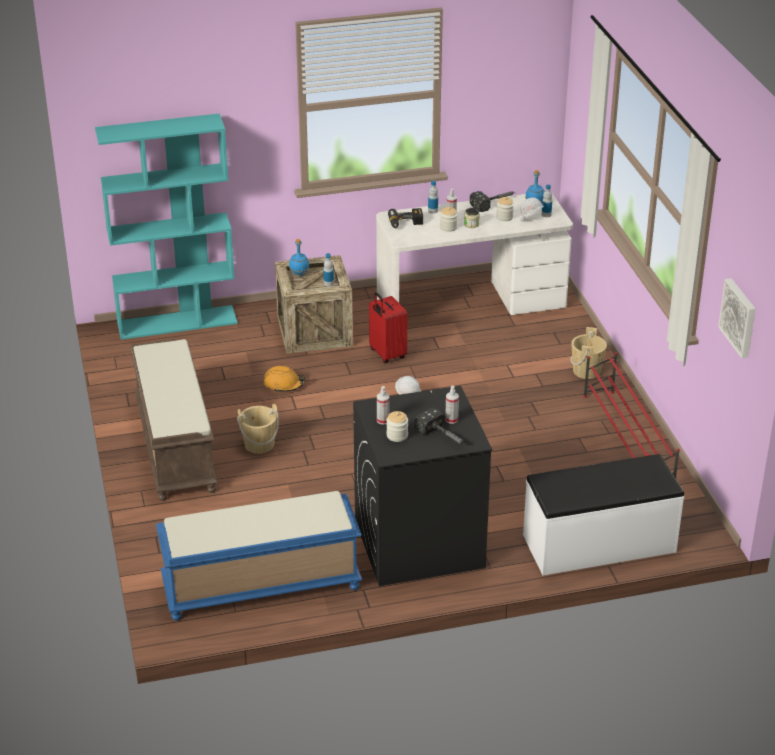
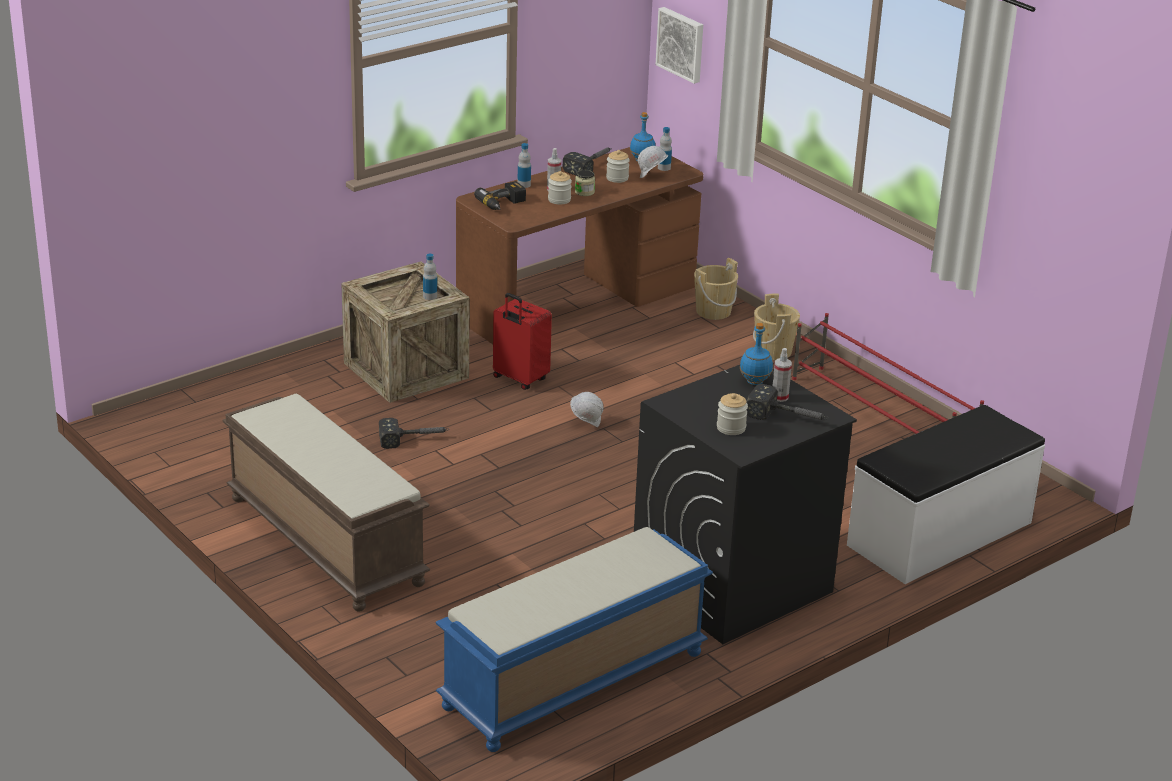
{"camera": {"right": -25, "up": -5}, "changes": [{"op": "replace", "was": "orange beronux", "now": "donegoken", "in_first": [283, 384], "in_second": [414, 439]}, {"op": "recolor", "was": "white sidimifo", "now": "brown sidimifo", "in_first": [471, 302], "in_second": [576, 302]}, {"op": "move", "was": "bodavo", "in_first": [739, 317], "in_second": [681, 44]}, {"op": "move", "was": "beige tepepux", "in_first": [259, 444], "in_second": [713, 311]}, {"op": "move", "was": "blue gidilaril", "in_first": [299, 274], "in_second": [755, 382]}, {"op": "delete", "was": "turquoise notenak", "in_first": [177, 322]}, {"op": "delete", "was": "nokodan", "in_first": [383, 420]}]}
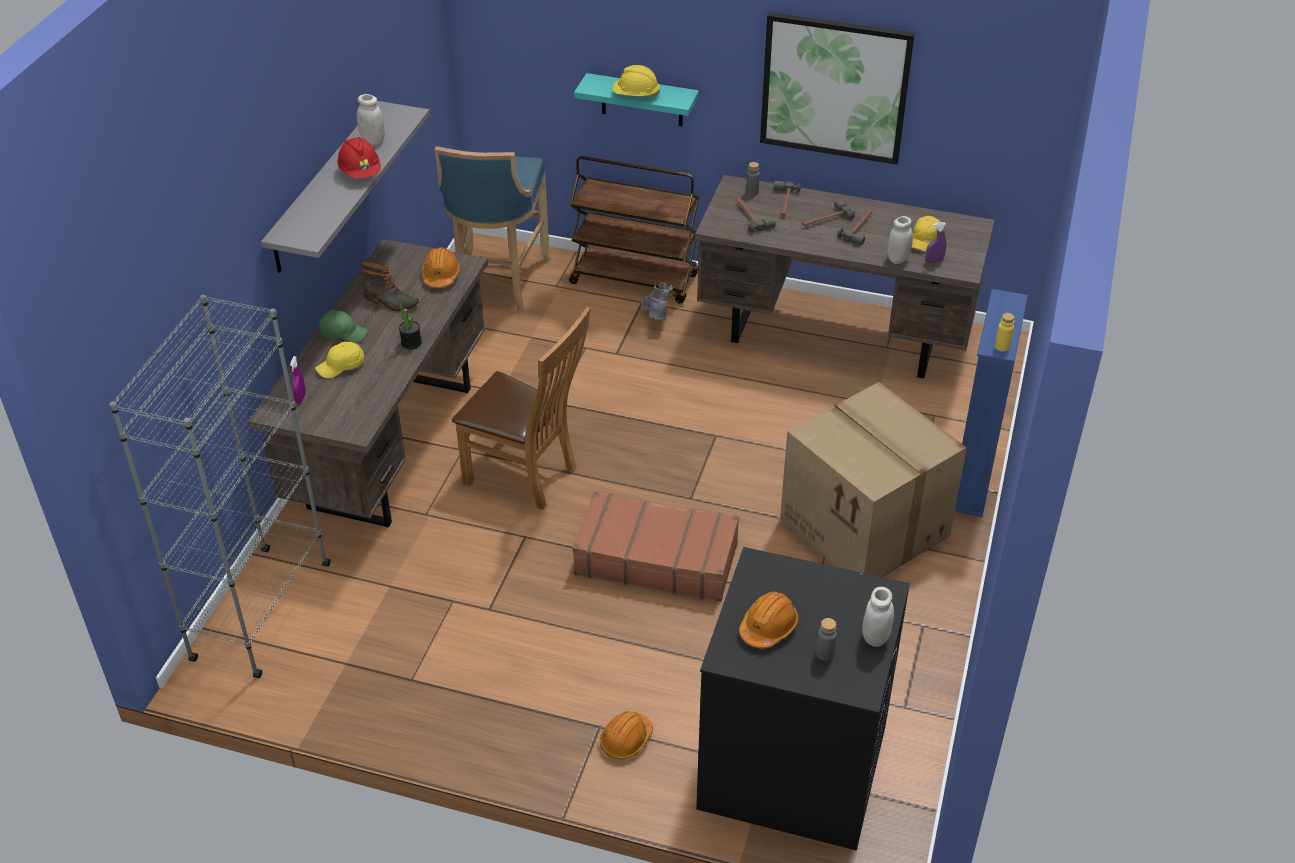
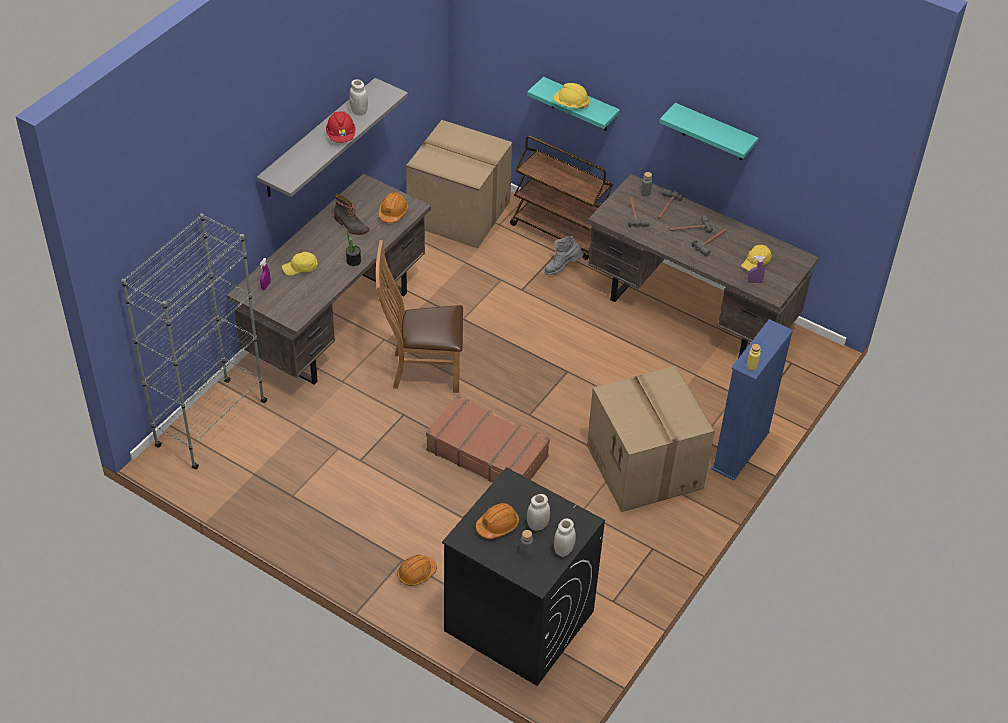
{"camera": {"right": 15, "up": 5}, "changes": [{"op": "rotate", "was": "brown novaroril", "in_first": [527, 476], "in_second": [421, 370], "clockwise": 135}, {"op": "replace", "was": "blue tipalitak", "now": "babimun", "in_first": [498, 284], "in_second": [457, 213]}, {"op": "move", "was": "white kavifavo", "in_first": [898, 259], "in_second": [537, 525]}, {"op": "rotate", "was": "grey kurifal", "in_first": [655, 318], "in_second": [562, 268], "clockwise": -120}, {"op": "replace", "was": "bodavo", "now": "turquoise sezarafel", "in_first": [835, 88], "in_second": [714, 133]}, {"op": "delete", "was": "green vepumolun", "in_first": [343, 333]}]}
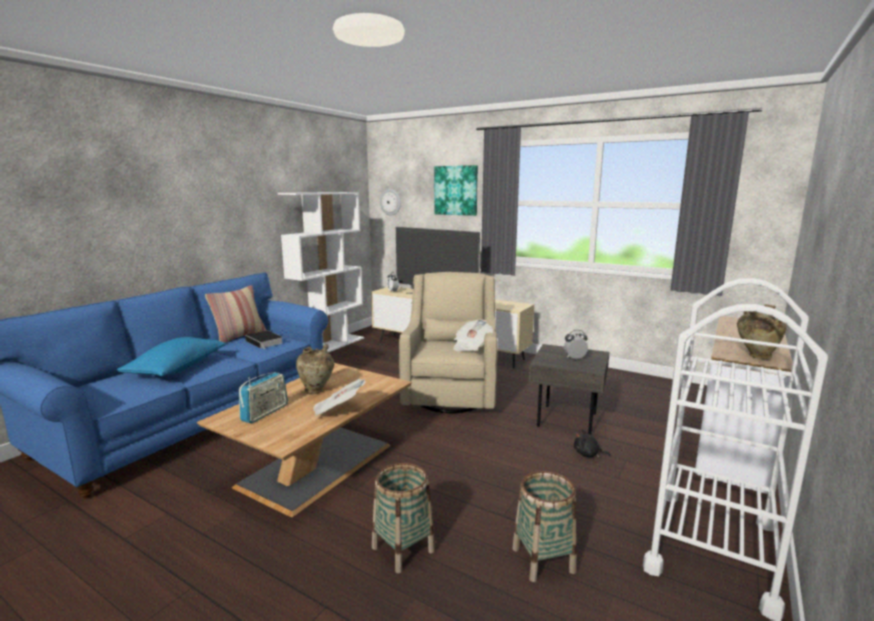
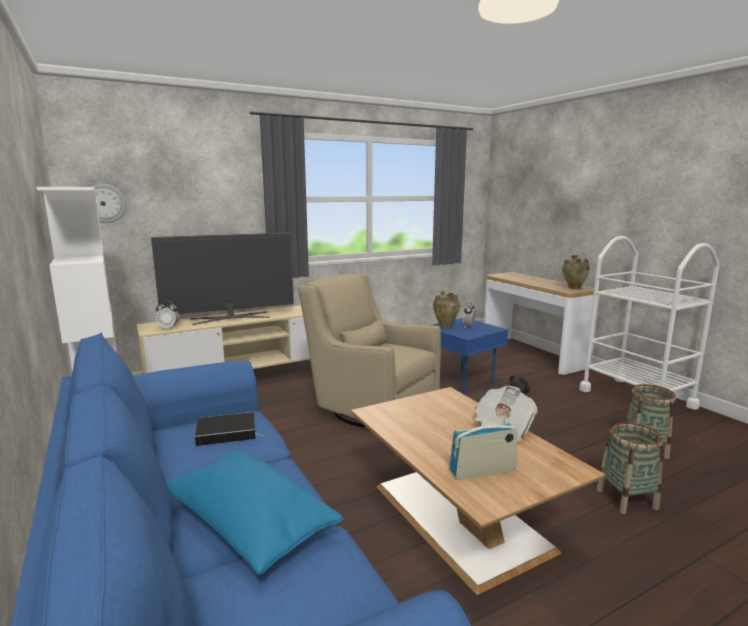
{"camera": {"right": -60, "up": 0}, "changes": [{"op": "recolor", "was": "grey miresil", "now": "blue miresil", "in_first": [565, 420], "in_second": [462, 382]}, {"op": "move", "was": "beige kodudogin", "in_first": [316, 391], "in_second": [445, 326]}, {"op": "rotate", "was": "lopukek", "in_first": [265, 413], "in_second": [483, 471], "clockwise": -75}, {"op": "delete", "was": "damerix", "in_first": [239, 336]}, {"op": "delete", "was": "bodavo", "in_first": [456, 190]}, {"op": "delete", "was": "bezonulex", "in_first": [471, 346]}]}
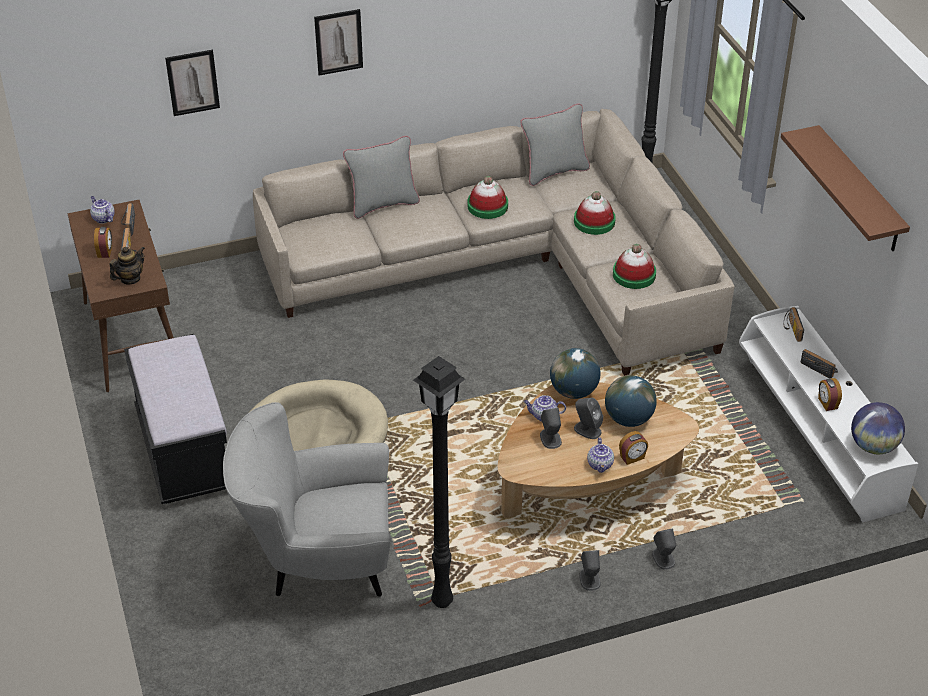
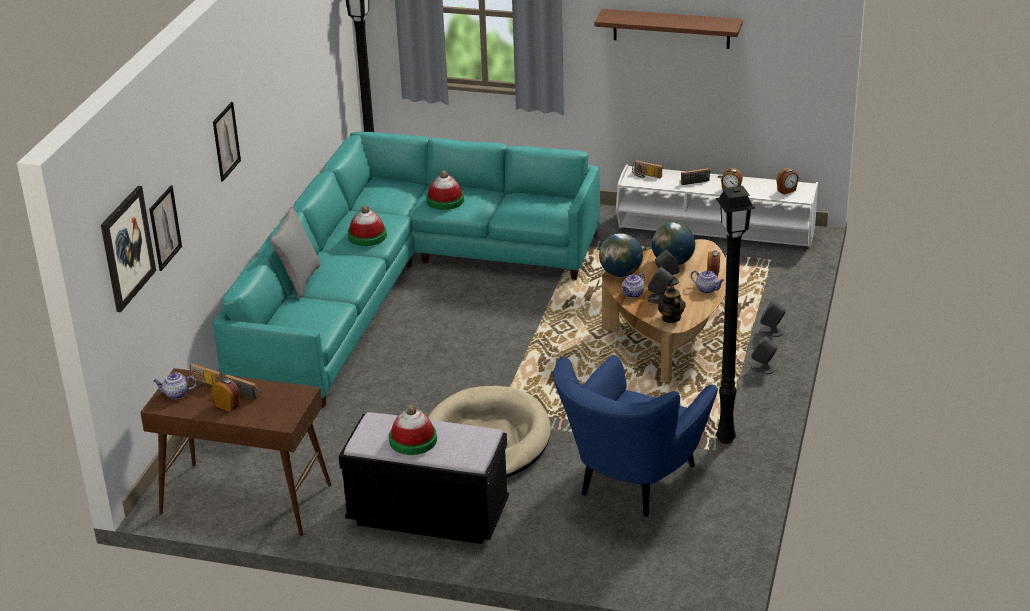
{"camera": {"right": -55, "up": -10}, "changes": [{"op": "insert", "now": "bodavo", "in_second": [127, 248]}, {"op": "recolor", "was": "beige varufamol", "now": "turquoise varufamol", "in_first": [510, 267], "in_second": [397, 283]}, {"op": "move", "was": "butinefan", "in_first": [634, 275], "in_second": [413, 440]}, {"op": "recolor", "was": "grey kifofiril", "now": "blue kifofiril", "in_first": [318, 564], "in_second": [632, 484]}, {"op": "move", "was": "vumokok", "in_first": [130, 279], "in_second": [671, 318]}, {"op": "replace", "was": "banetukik", "now": "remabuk", "in_first": [873, 446], "in_second": [787, 191]}, {"op": "delete", "was": "grey damerix", "in_first": [554, 171]}]}
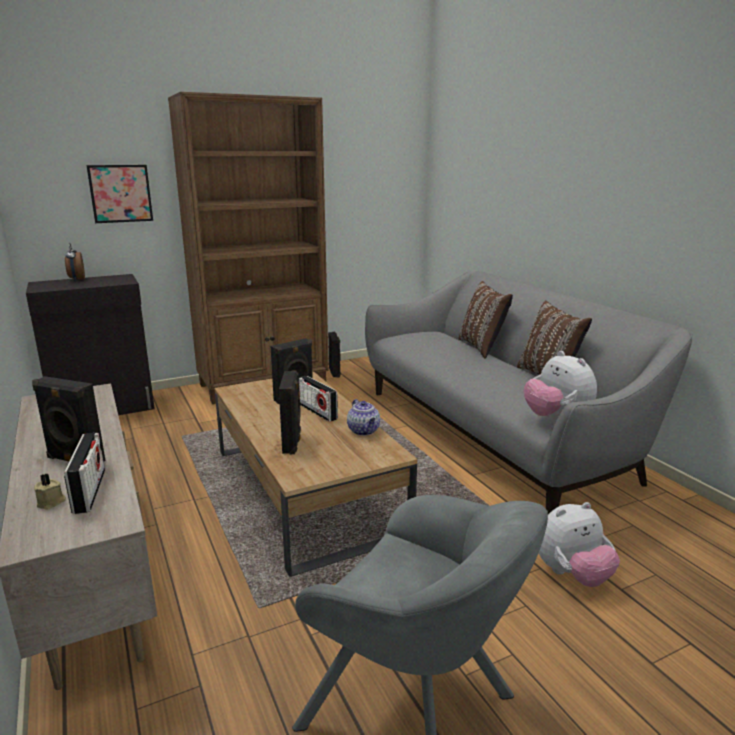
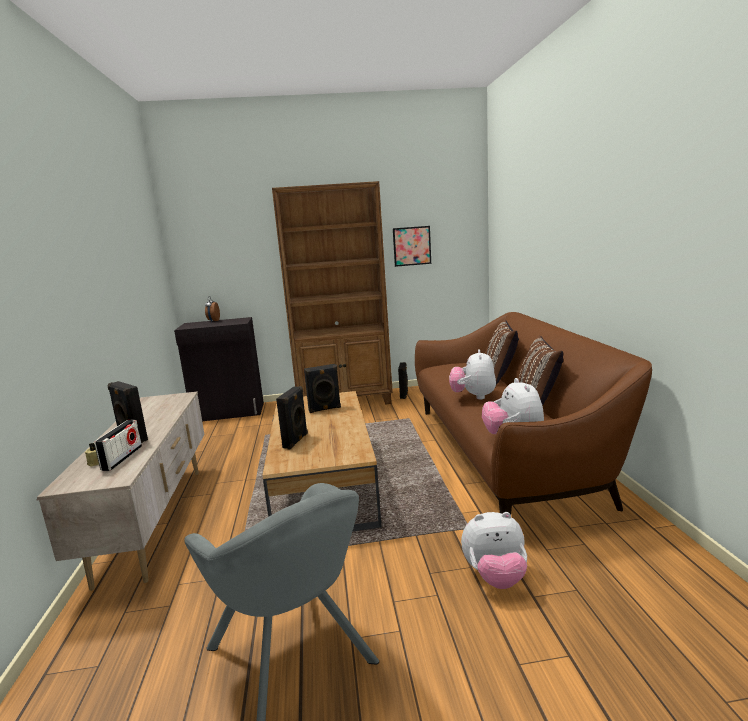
{"camera": {"right": 20, "up": -5}, "changes": [{"op": "move", "was": "bodavo", "in_first": [120, 193], "in_second": [412, 246]}, {"op": "recolor", "was": "grey varufamol", "now": "brown varufamol", "in_first": [495, 433], "in_second": [506, 452]}, {"op": "insert", "now": "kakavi", "in_second": [473, 396]}, {"op": "delete", "was": "lopukek", "in_first": [318, 412]}, {"op": "delete", "was": "vumokok", "in_first": [364, 431]}]}
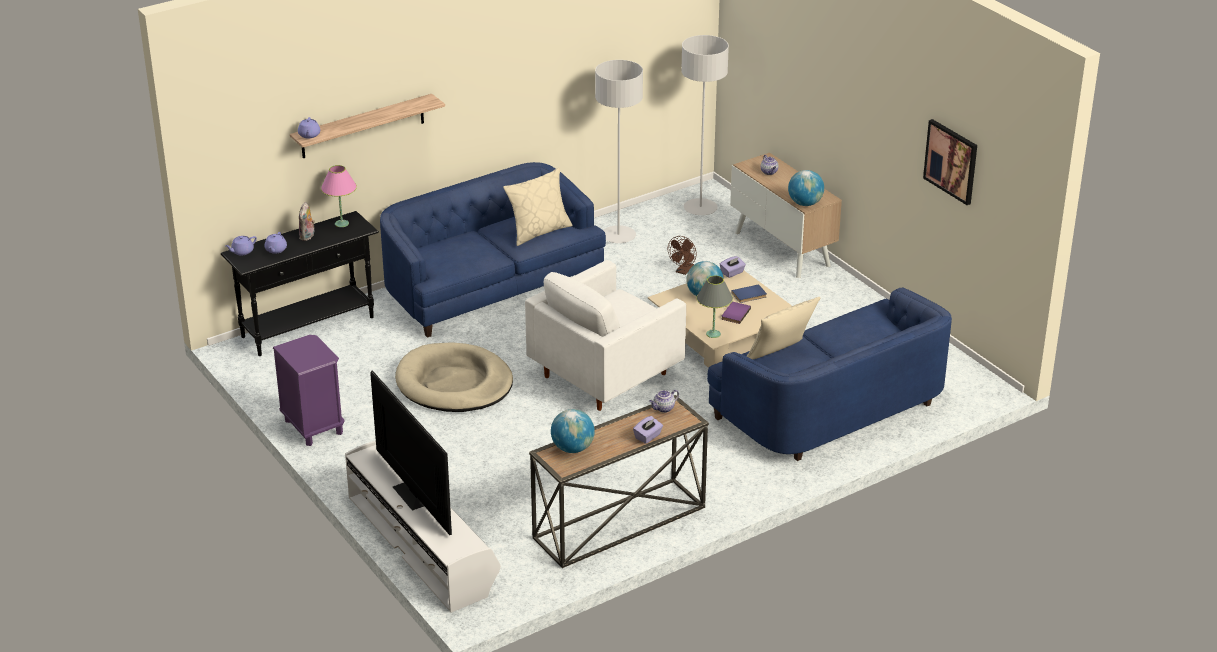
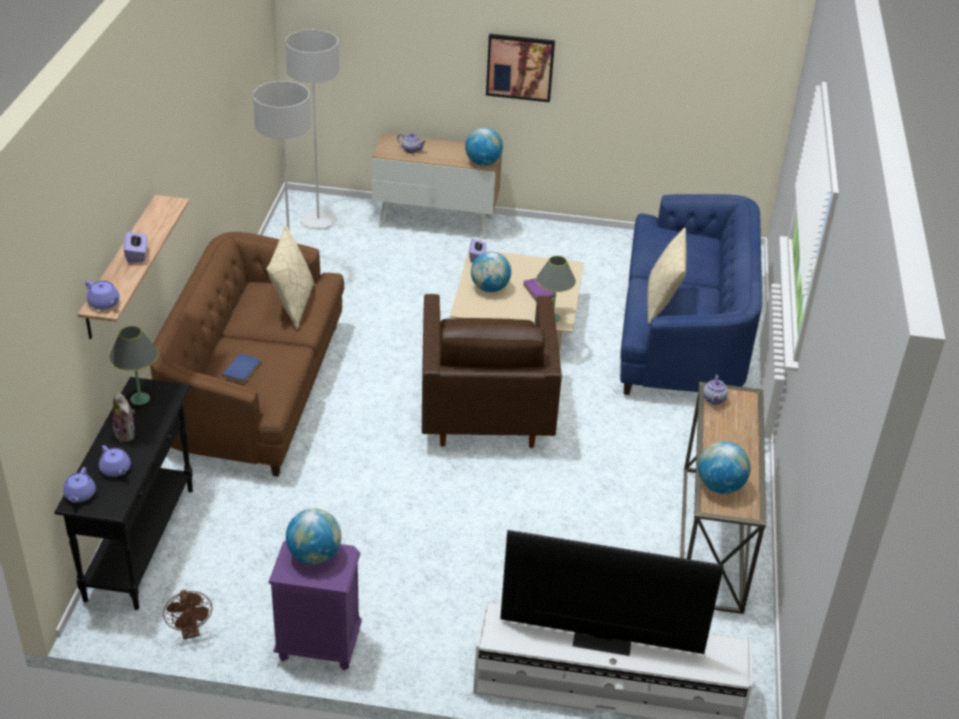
{"camera": {"right": -50, "up": 5}, "changes": [{"op": "recolor", "was": "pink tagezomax", "now": "grey tagezomax", "in_first": [342, 223], "in_second": [140, 398]}, {"op": "move", "was": "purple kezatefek", "in_first": [648, 437], "in_second": [137, 255]}, {"op": "recolor", "was": "blue varufamol", "now": "brown varufamol", "in_first": [490, 286], "in_second": [255, 390]}, {"op": "move", "was": "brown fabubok", "in_first": [683, 271], "in_second": [190, 631]}, {"op": "move", "was": "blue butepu", "in_first": [749, 295], "in_second": [243, 370]}, {"op": "insert", "now": "banetukik", "in_second": [314, 555]}, {"op": "recolor", "was": "white kifofiril", "now": "brown kifofiril", "in_first": [606, 374], "in_second": [485, 411]}, {"op": "move", "was": "bodavo", "in_first": [951, 161], "in_second": [520, 67]}, {"op": "delete", "was": "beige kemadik", "in_first": [454, 383]}]}
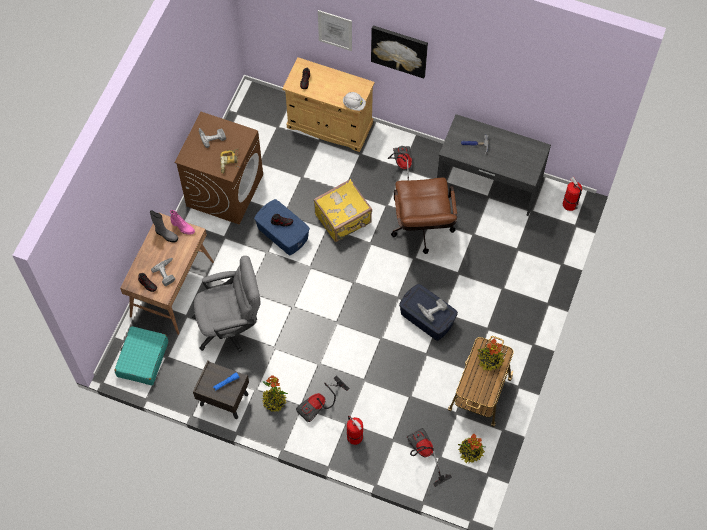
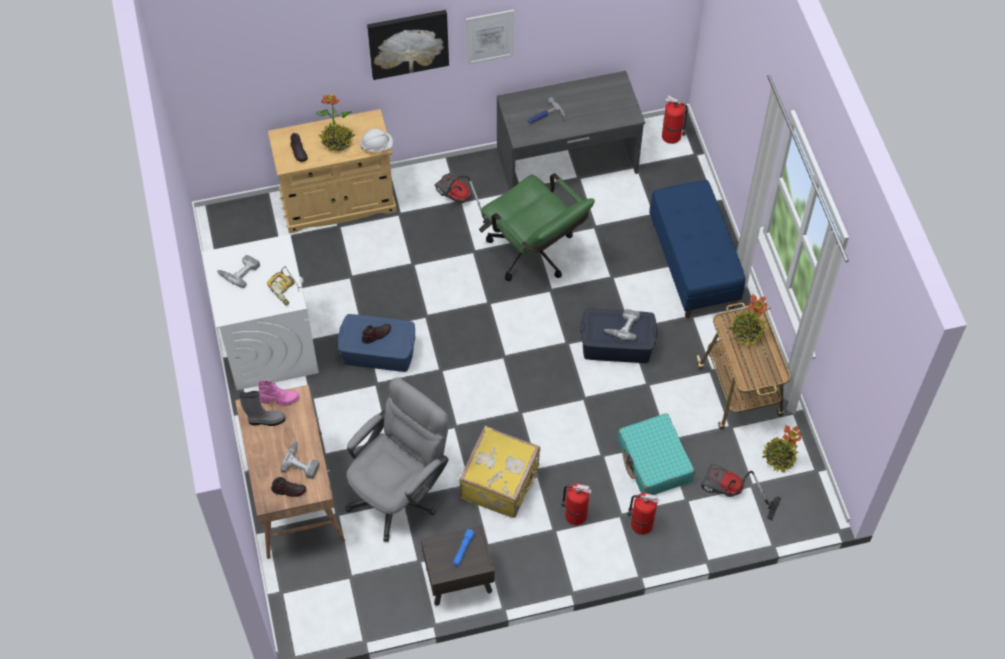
{"camera": {"right": -35, "up": -5}, "changes": [{"op": "recolor", "was": "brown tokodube", "now": "white tokodube", "in_first": [224, 190], "in_second": [269, 344]}, {"op": "move", "was": "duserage", "in_first": [274, 401], "in_second": [337, 141]}, {"op": "move", "was": "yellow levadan", "in_first": [343, 219], "in_second": [501, 483]}, {"op": "move", "was": "bodavo", "in_first": [335, 30], "in_second": [490, 37]}, {"op": "recolor", "was": "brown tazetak", "now": "green tazetak", "in_first": [422, 230], "in_second": [535, 255]}, {"op": "replace", "was": "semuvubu", "now": "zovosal", "in_first": [320, 405], "in_second": [574, 514]}, {"op": "move", "was": "turquoise levadan", "in_first": [142, 359], "in_second": [654, 461]}, {"op": "insert", "now": "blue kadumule", "in_second": [693, 265]}]}
